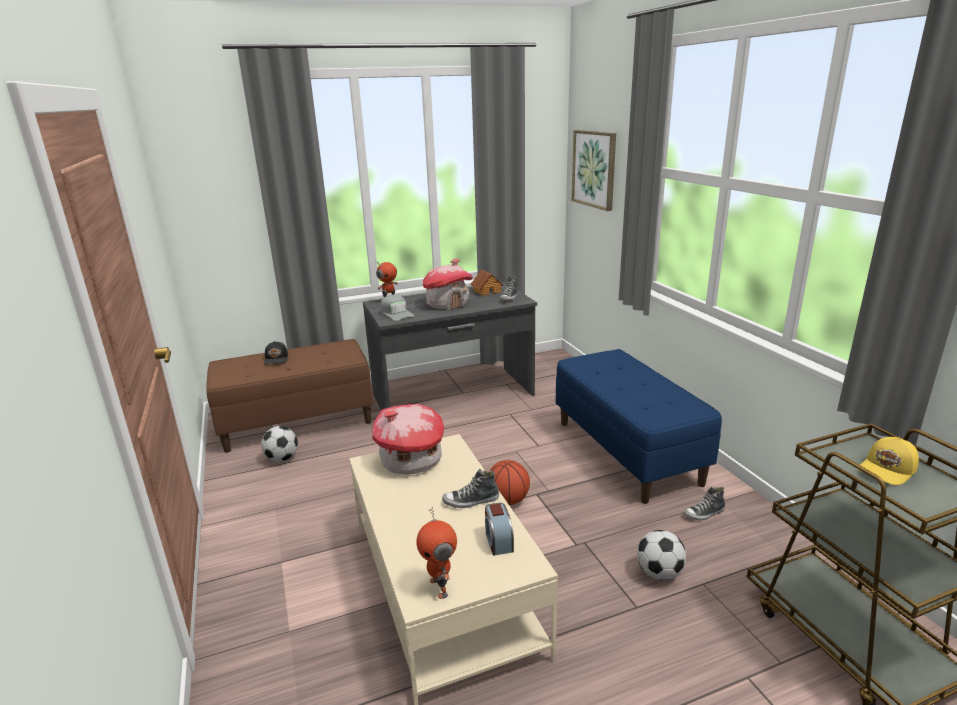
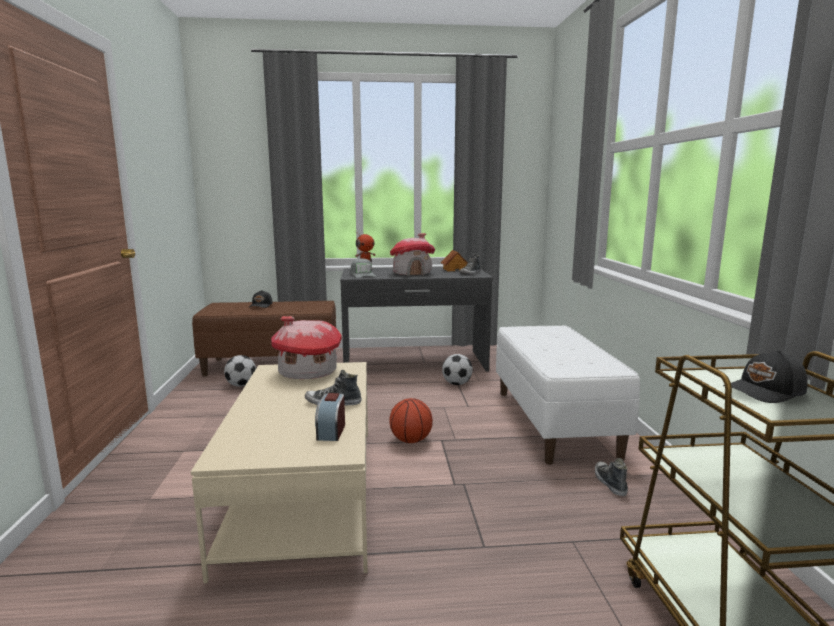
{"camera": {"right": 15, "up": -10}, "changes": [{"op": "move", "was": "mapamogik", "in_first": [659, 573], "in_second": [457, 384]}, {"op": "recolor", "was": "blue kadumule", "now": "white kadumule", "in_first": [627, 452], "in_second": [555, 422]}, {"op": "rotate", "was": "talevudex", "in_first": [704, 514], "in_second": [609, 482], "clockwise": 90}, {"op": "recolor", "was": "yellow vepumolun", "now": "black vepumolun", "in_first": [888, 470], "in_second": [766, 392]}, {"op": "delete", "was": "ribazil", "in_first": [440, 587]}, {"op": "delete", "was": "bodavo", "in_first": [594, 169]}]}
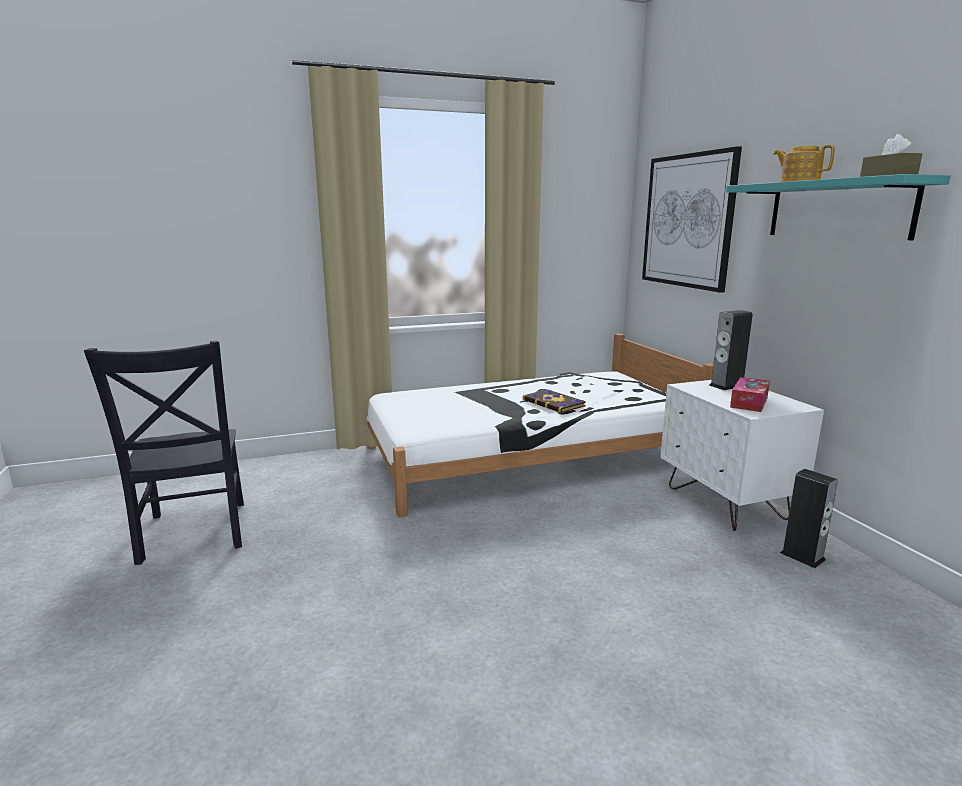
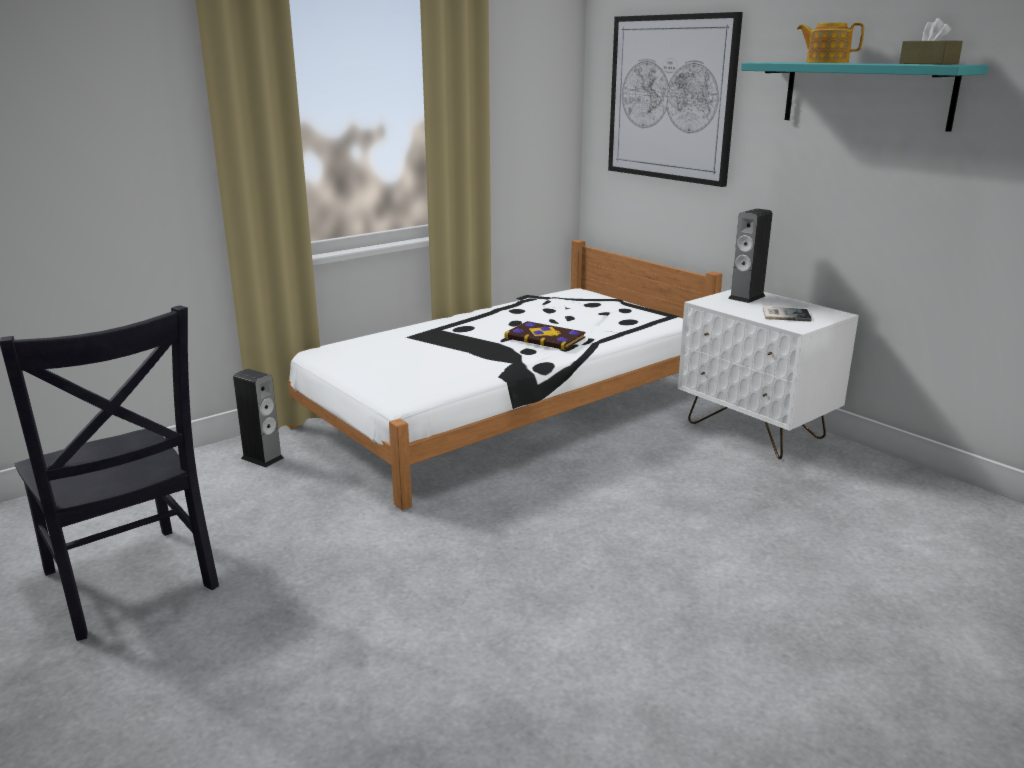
{"camera": {"right": -20, "up": 5}, "changes": [{"op": "move", "was": "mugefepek", "in_first": [802, 556], "in_second": [262, 458]}, {"op": "replace", "was": "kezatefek", "now": "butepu", "in_first": [749, 402], "in_second": [784, 315]}]}
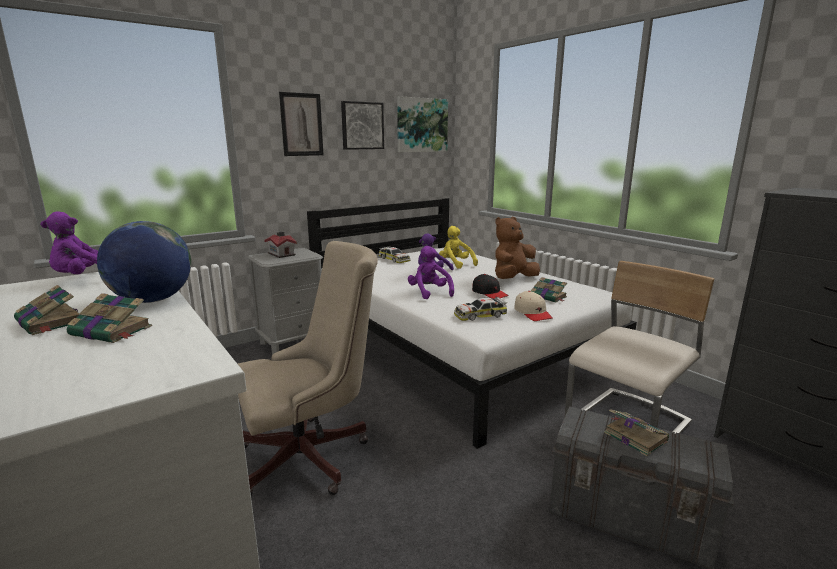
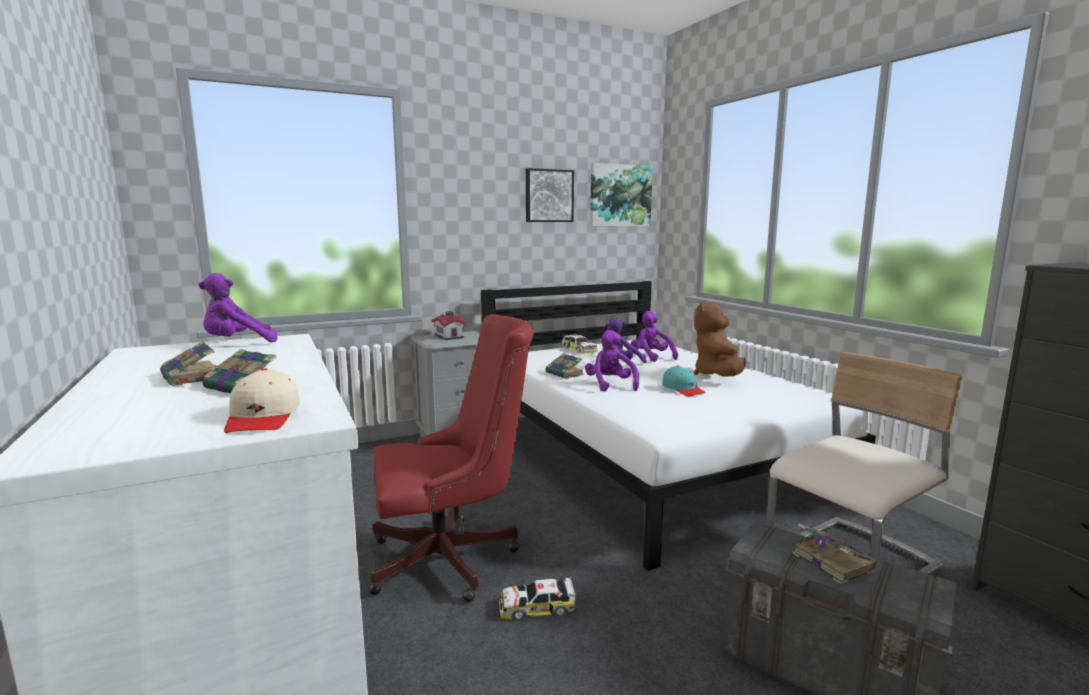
{"camera": {"right": 10, "up": -5}, "changes": [{"op": "move", "was": "beige vepumolun", "in_first": [532, 313], "in_second": [263, 417]}, {"op": "recolor", "was": "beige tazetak", "now": "red tazetak", "in_first": [311, 456], "in_second": [453, 559]}, {"op": "move", "was": "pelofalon", "in_first": [480, 315], "in_second": [536, 607]}, {"op": "move", "was": "butepu", "in_first": [549, 297], "in_second": [565, 374]}, {"op": "recolor", "was": "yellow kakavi", "now": "purple kakavi", "in_first": [455, 264], "in_second": [651, 357]}, {"op": "recolor", "was": "black vepumolun", "now": "turquoise vepumolun", "in_first": [489, 293], "in_second": [683, 389]}, {"op": "rotate", "was": "brown kakavi", "in_first": [513, 279], "in_second": [718, 376], "clockwise": -45}, {"op": "delete", "was": "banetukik", "in_first": [152, 300]}, {"op": "delete", "was": "bodavo", "in_first": [301, 124]}]}
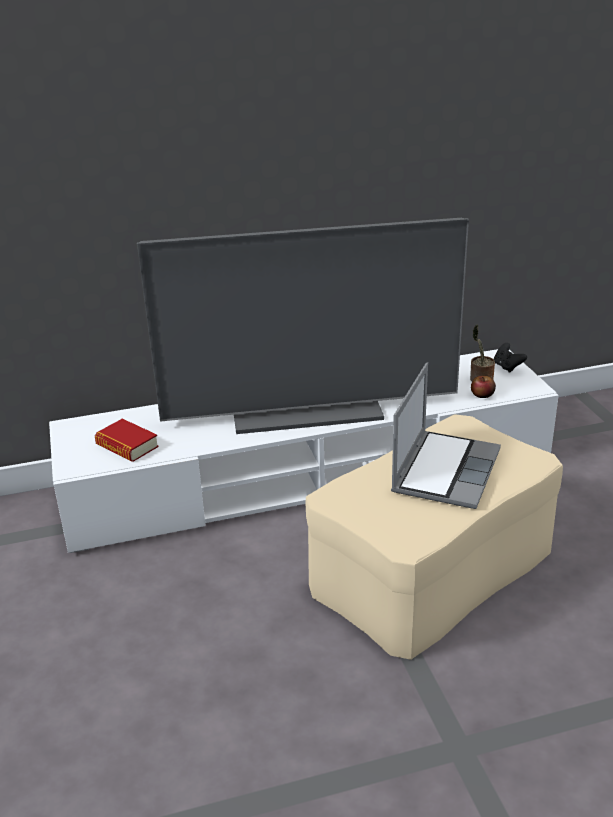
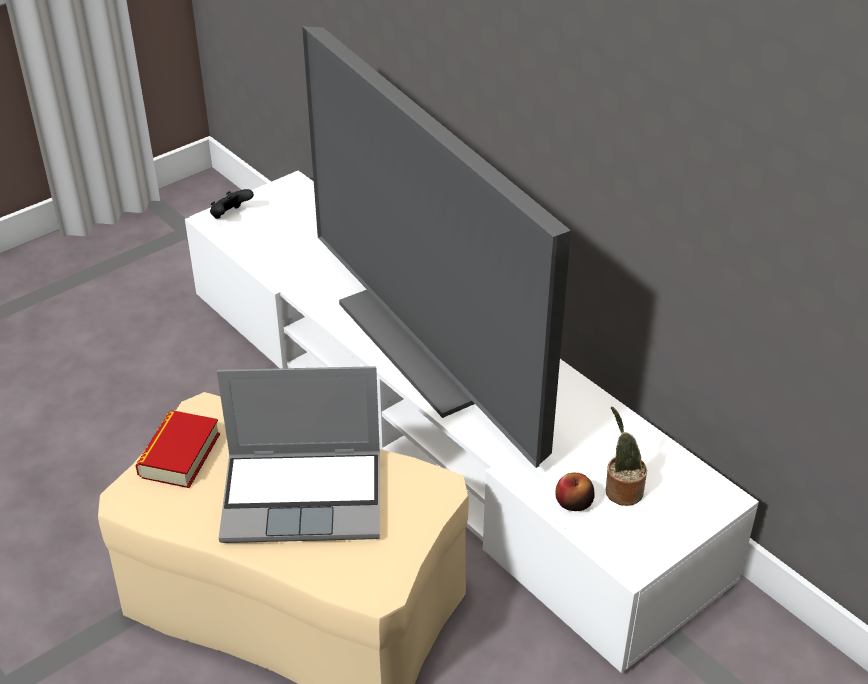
{"camera": {"right": 65, "up": 10}, "changes": [{"op": "move", "was": "butepu", "in_first": [127, 446], "in_second": [179, 455]}, {"op": "move", "was": "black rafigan", "in_first": [507, 367], "in_second": [230, 215]}]}
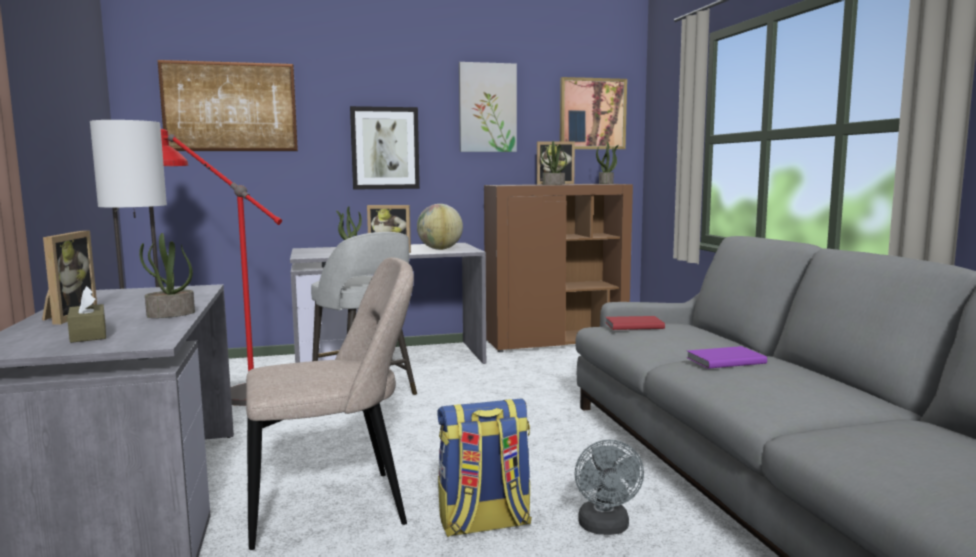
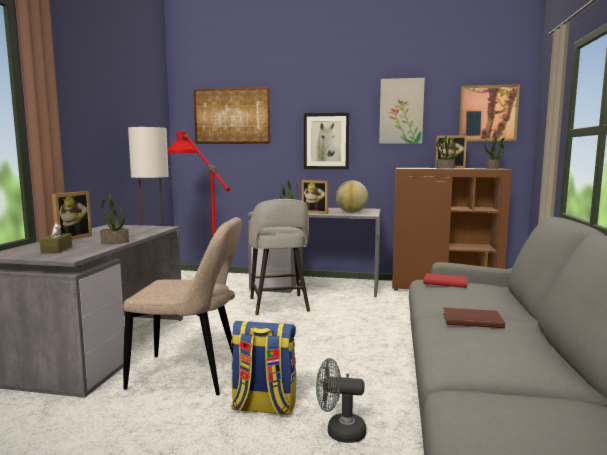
{"camera": {"right": 25, "up": 0}, "changes": [{"op": "rotate", "was": "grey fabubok", "in_first": [605, 528], "in_second": [339, 431], "clockwise": 75}, {"op": "recolor", "was": "purple butepu", "now": "brown butepu", "in_first": [723, 360], "in_second": [471, 320]}]}
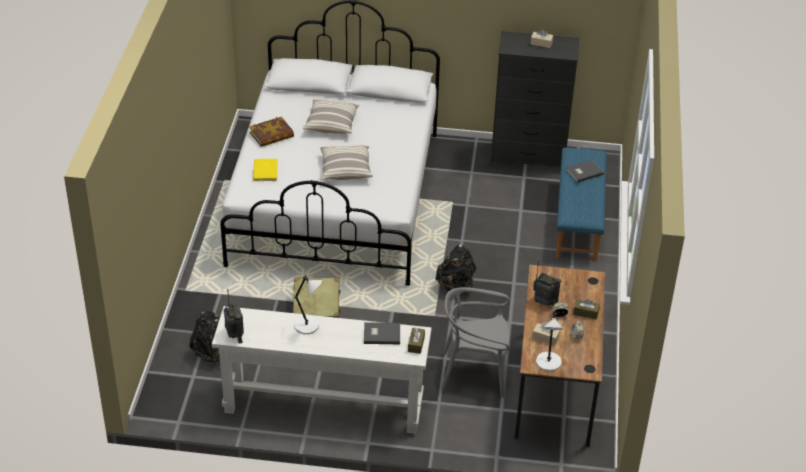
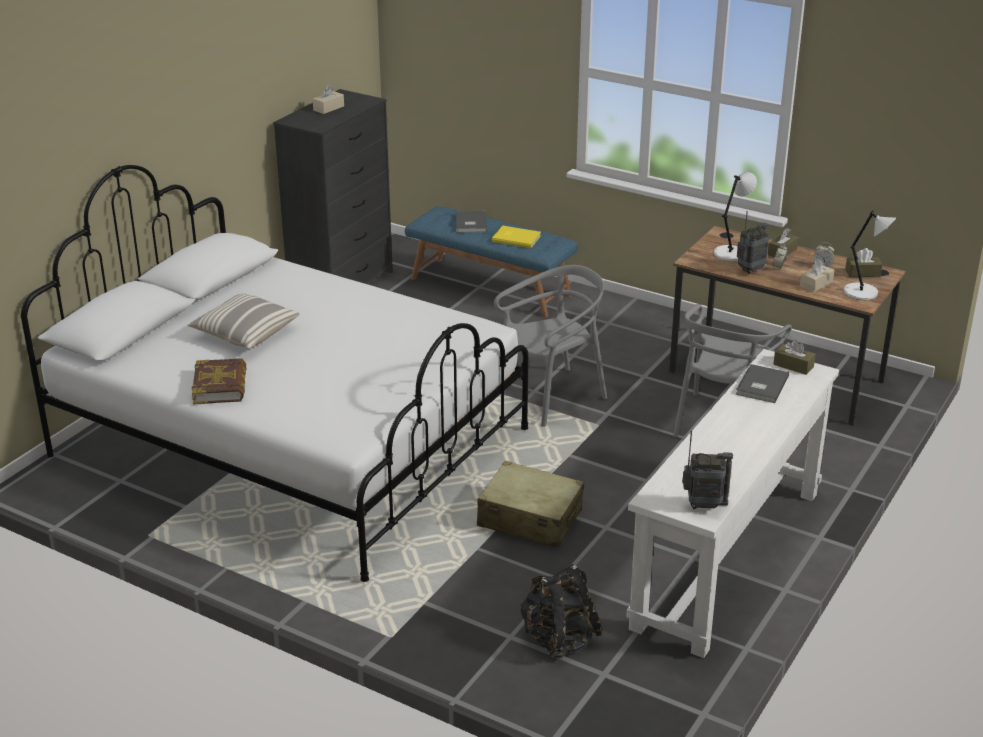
{"camera": {"right": -65, "up": -10}, "changes": [{"op": "move", "was": "yellow butepu", "in_first": [266, 170], "in_second": [516, 238]}, {"op": "replace", "was": "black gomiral", "now": "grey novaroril", "in_first": [456, 286], "in_second": [551, 396]}, {"op": "move", "was": "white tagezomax", "in_first": [308, 326], "in_second": [731, 253]}, {"op": "insert", "now": "brown kezatefek", "in_second": [862, 273]}, {"op": "delete", "was": "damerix", "in_first": [345, 169]}]}
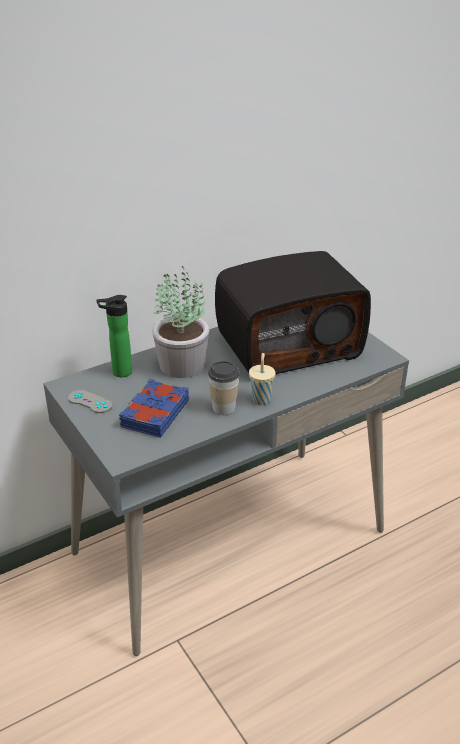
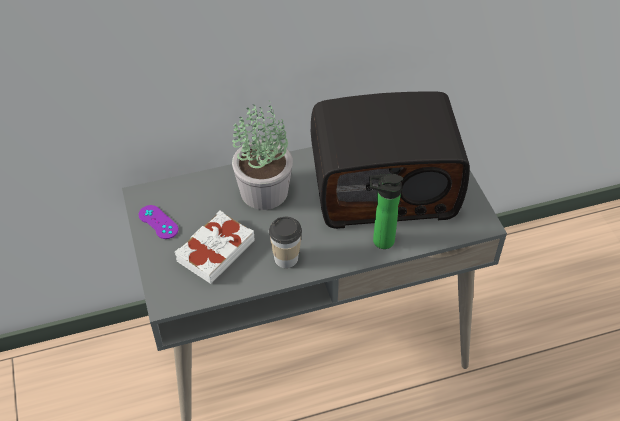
{"camera": {"right": 15, "up": 15}, "changes": [{"op": "recolor", "was": "grey rafigan", "now": "purple rafigan", "in_first": [90, 402], "in_second": [158, 222]}, {"op": "recolor", "was": "blue butepu", "now": "white butepu", "in_first": [154, 413], "in_second": [215, 251]}, {"op": "move", "was": "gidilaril", "in_first": [119, 372], "in_second": [380, 241]}, {"op": "delete", "was": "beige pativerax", "in_first": [261, 399]}]}
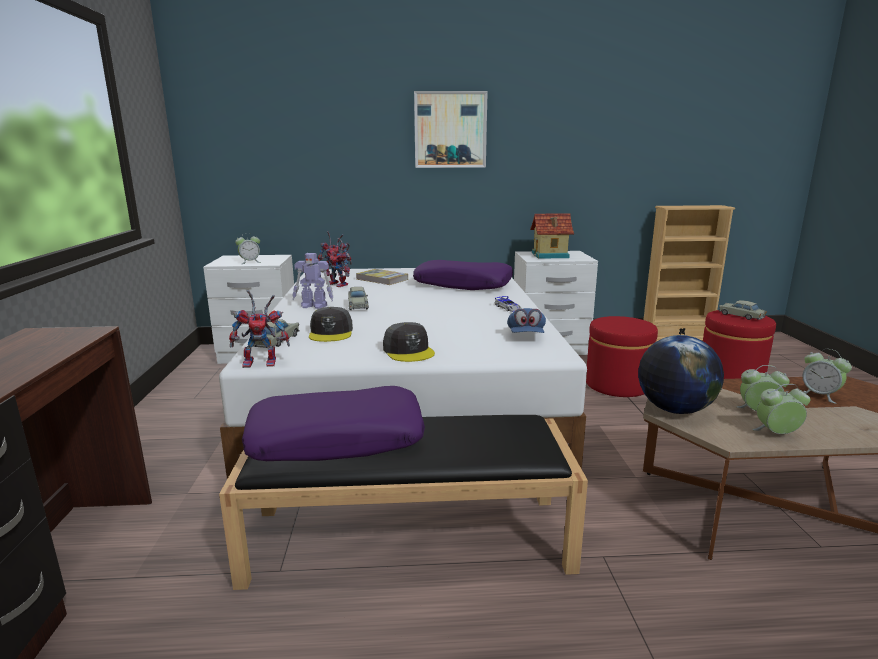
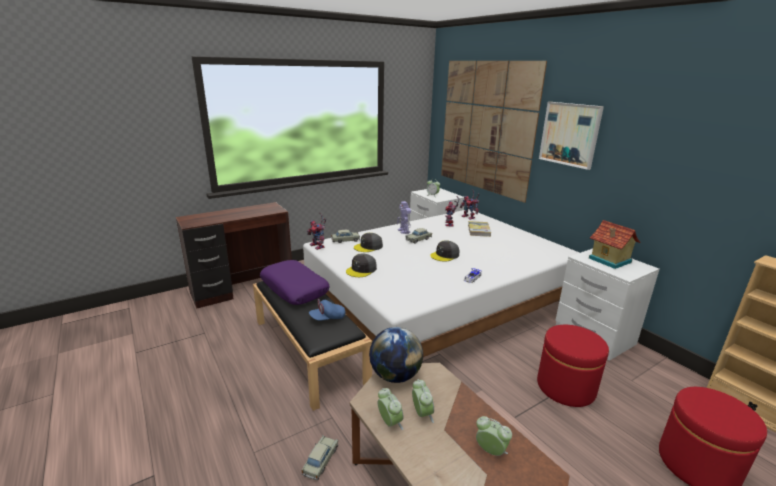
{"camera": {"right": 60, "up": 5}, "changes": [{"op": "move", "was": "beige pelofalon", "in_first": [741, 316], "in_second": [320, 461]}, {"op": "move", "was": "blue vepumolun", "in_first": [526, 336], "in_second": [327, 318]}, {"op": "insert", "now": "grey vepumolun", "in_second": [445, 255]}, {"op": "insert", "now": "bodavo", "in_second": [486, 127]}, {"op": "rotate", "was": "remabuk", "in_first": [819, 395], "in_second": [490, 451], "clockwise": 105}, {"op": "delete", "was": "purple damerix", "in_first": [463, 284]}]}
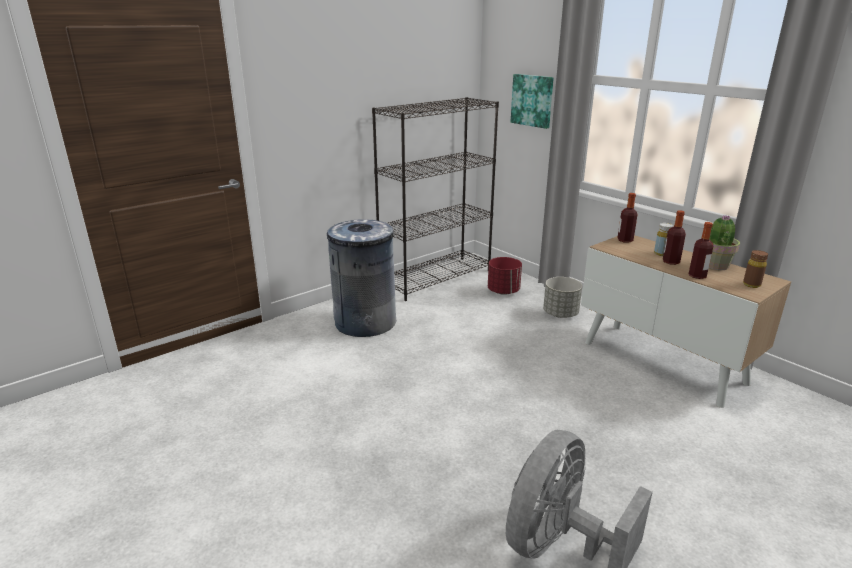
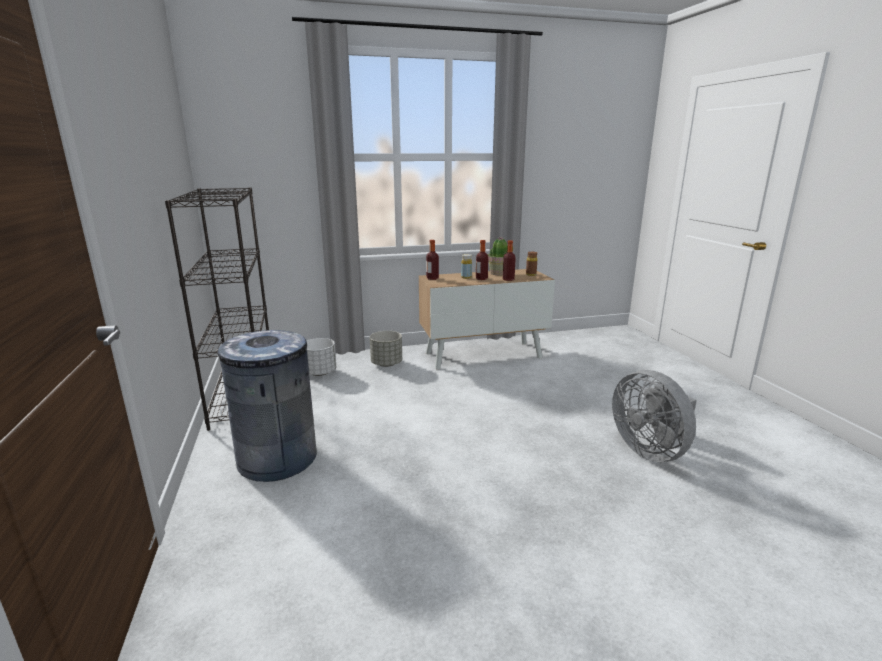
{"camera": {"right": -65, "up": -5}, "changes": [{"op": "recolor", "was": "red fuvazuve", "now": "white fuvazuve", "in_first": [503, 291], "in_second": [320, 372]}, {"op": "delete", "was": "bodavo", "in_first": [532, 100]}]}
